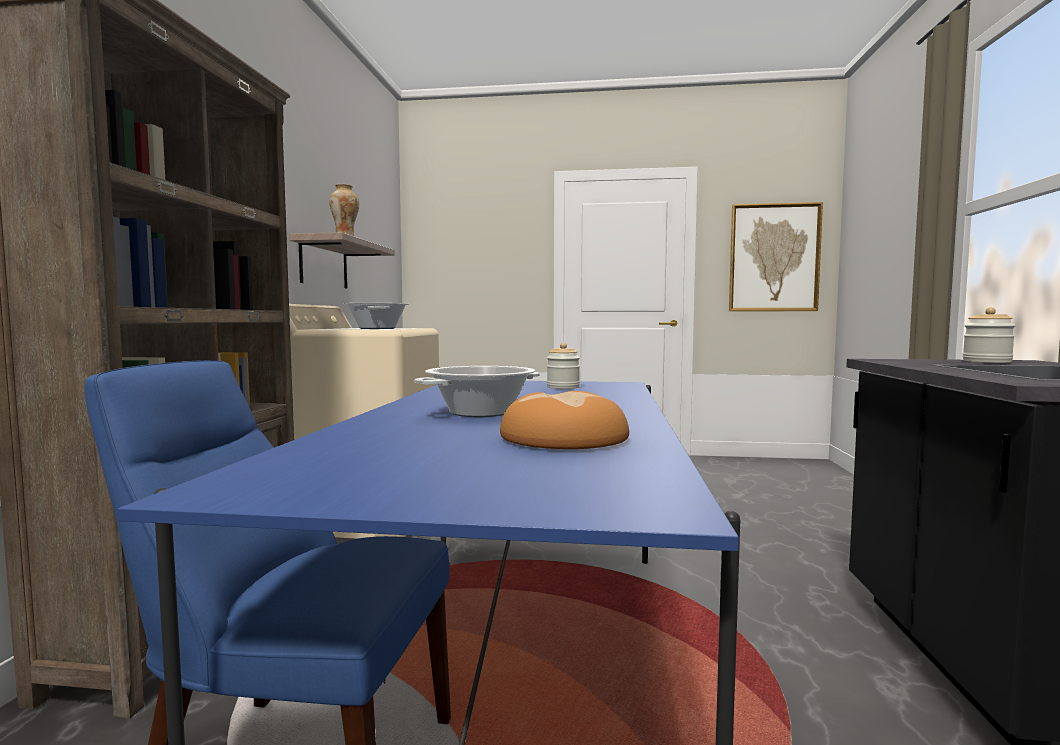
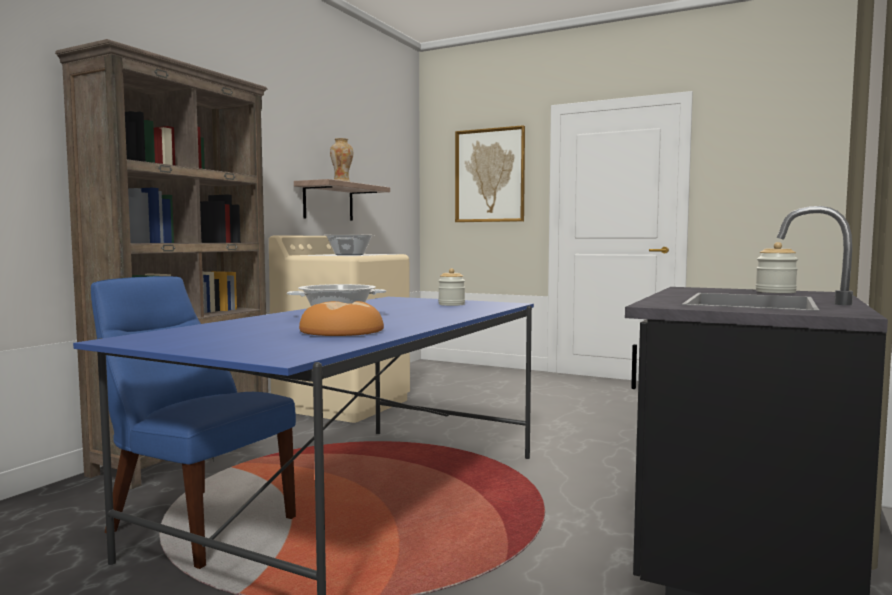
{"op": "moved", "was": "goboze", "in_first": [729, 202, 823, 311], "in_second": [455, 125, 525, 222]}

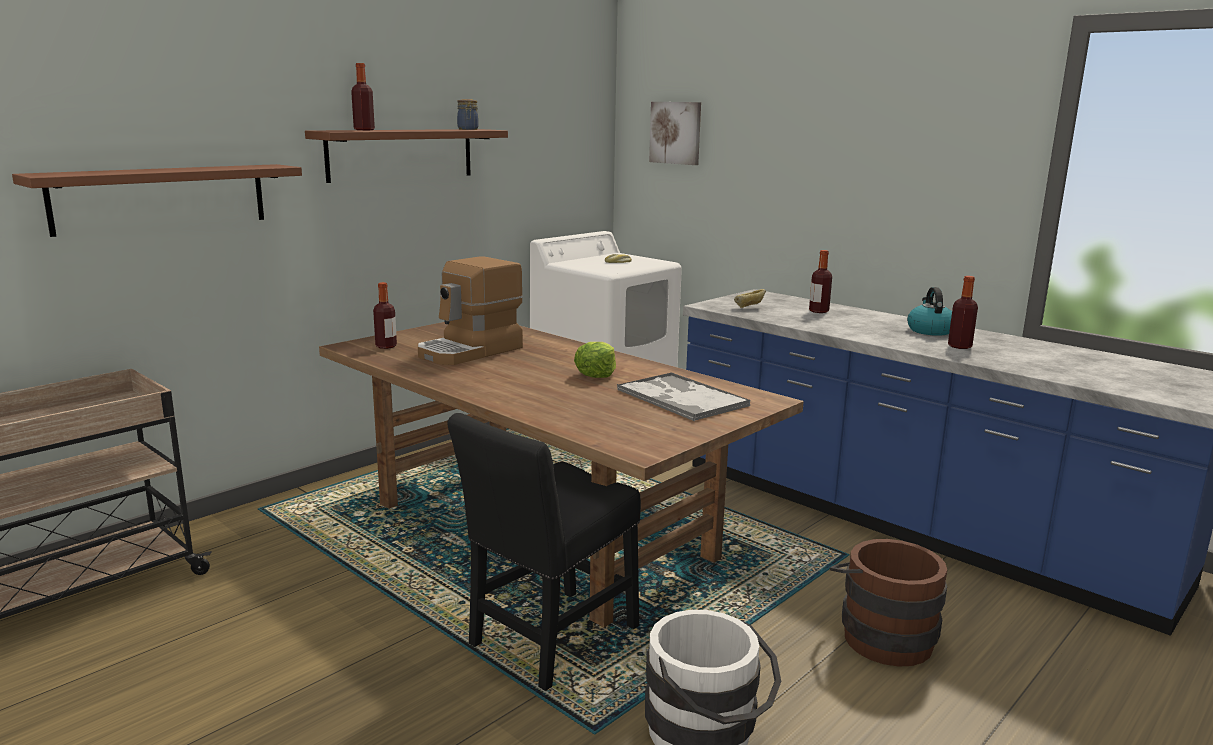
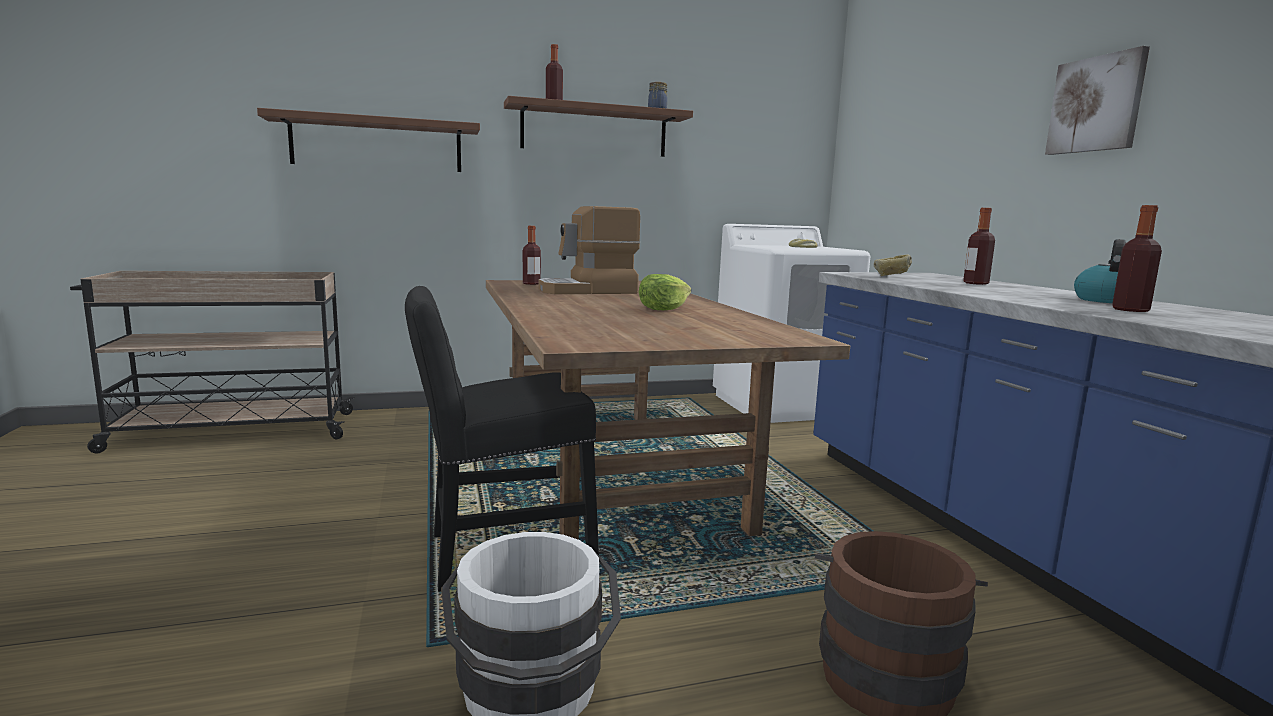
{"op": "removed", "was": "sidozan", "in_first": [617, 372, 750, 421]}
{"op": "moved", "was": "goboze", "in_first": [649, 102, 701, 165], "in_second": [1045, 46, 1150, 155]}

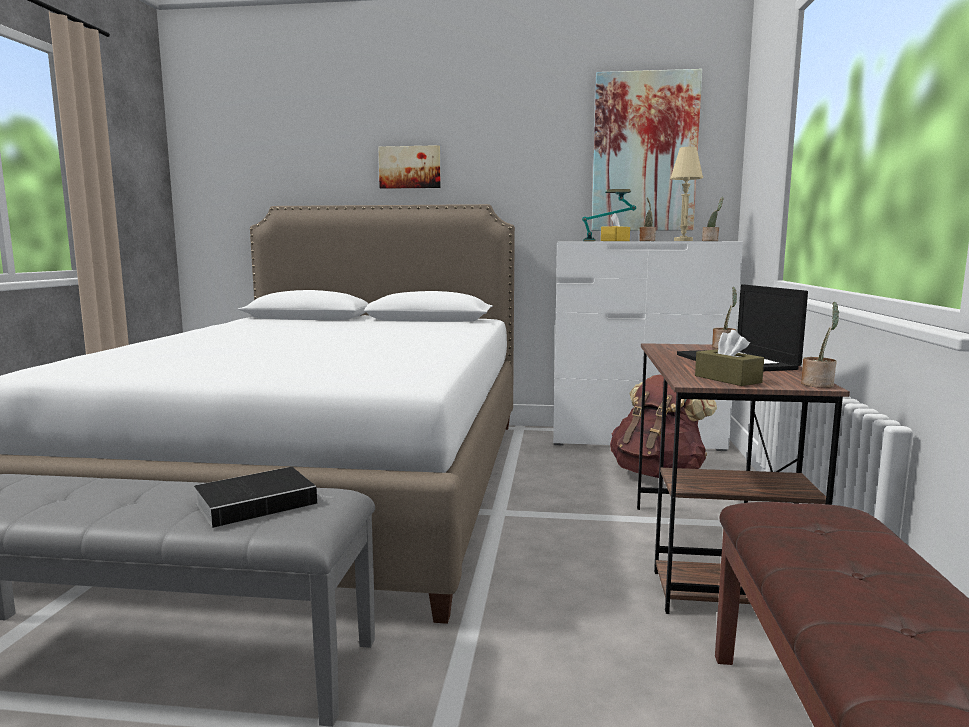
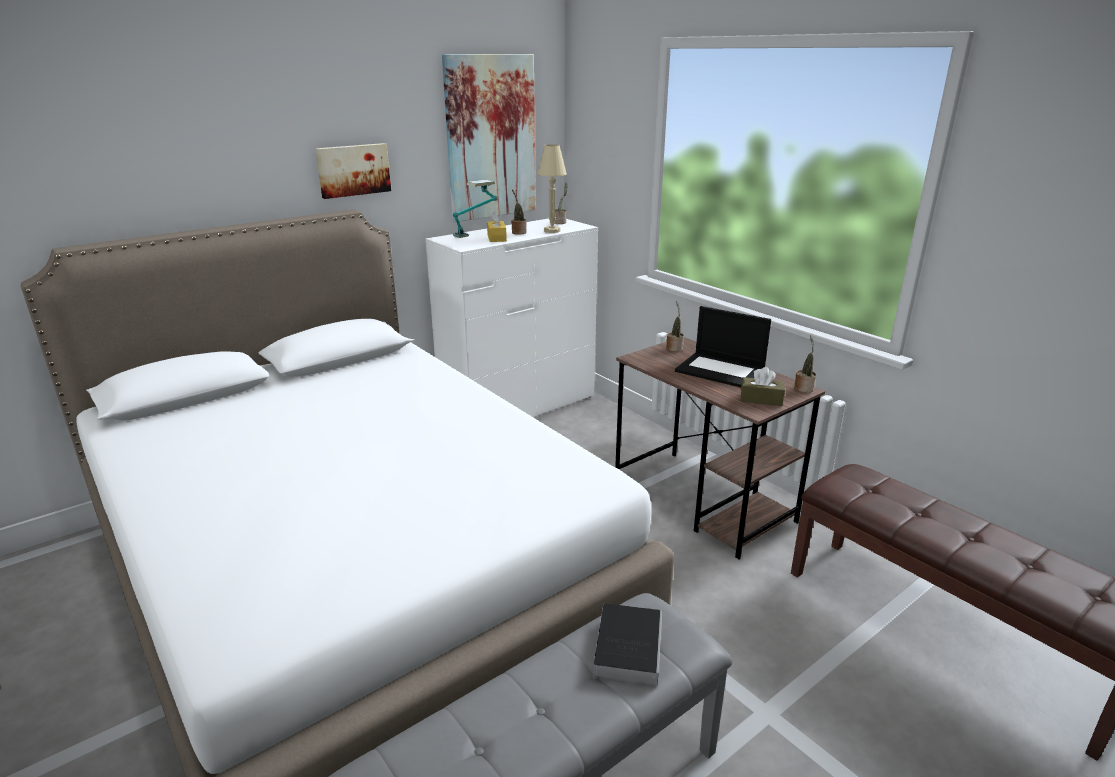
{"op": "removed", "was": "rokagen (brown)", "in_first": [610, 375, 717, 478]}
{"op": "moved", "was": "goboze", "in_first": [378, 145, 441, 189], "in_second": [315, 143, 391, 199]}

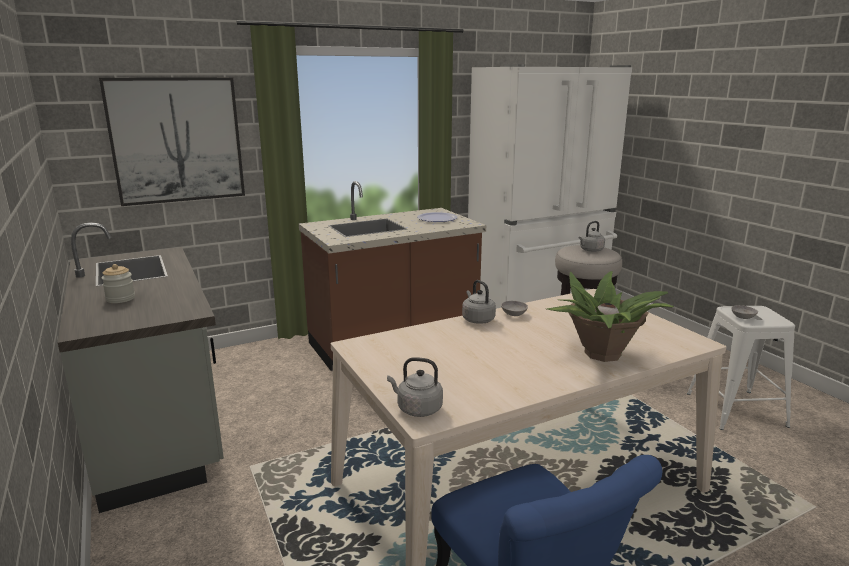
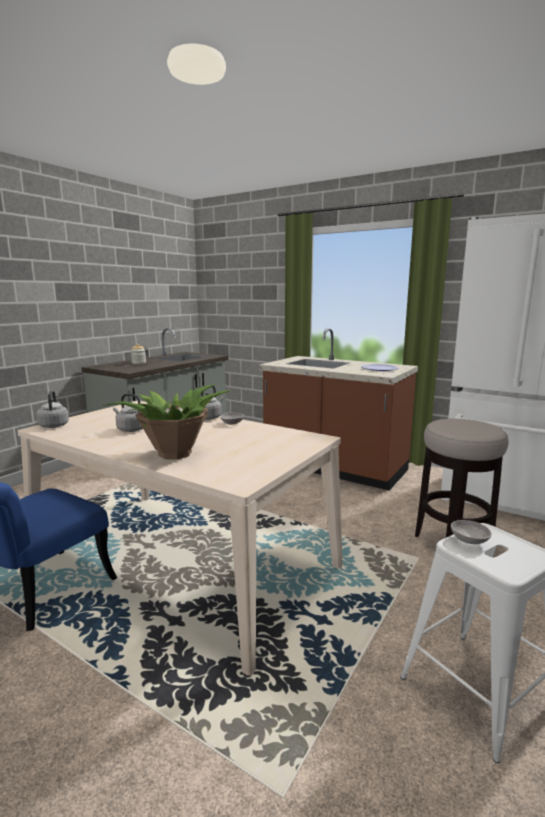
{"op": "removed", "was": "goboze", "in_first": [99, 77, 245, 206]}
{"op": "moved", "was": "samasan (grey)", "in_first": [579, 221, 605, 252], "in_second": [113, 394, 143, 432]}

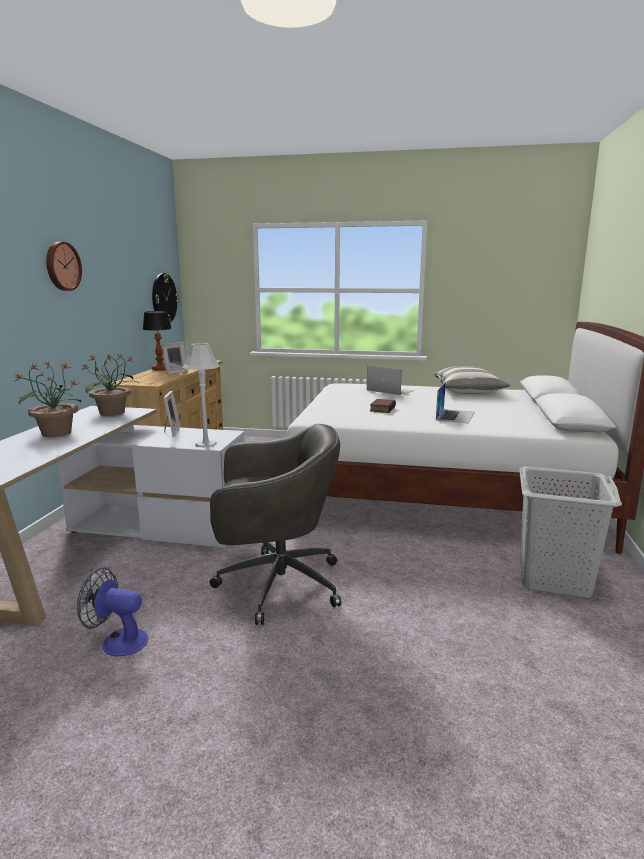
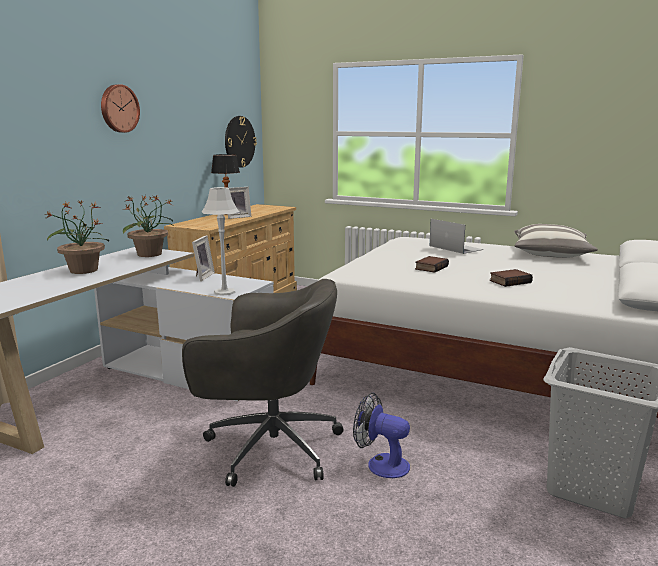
{"op": "moved", "was": "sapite", "in_first": [77, 567, 148, 656], "in_second": [353, 393, 410, 478]}
{"op": "replaced", "was": "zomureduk", "now": "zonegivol", "in_first": [436, 382, 474, 423], "in_second": [489, 269, 533, 287]}

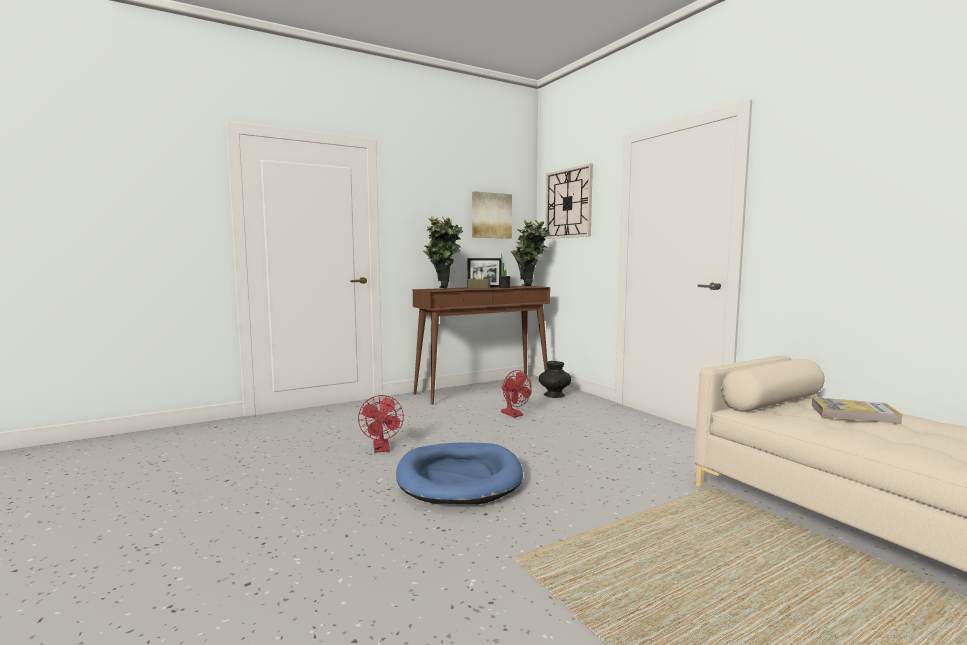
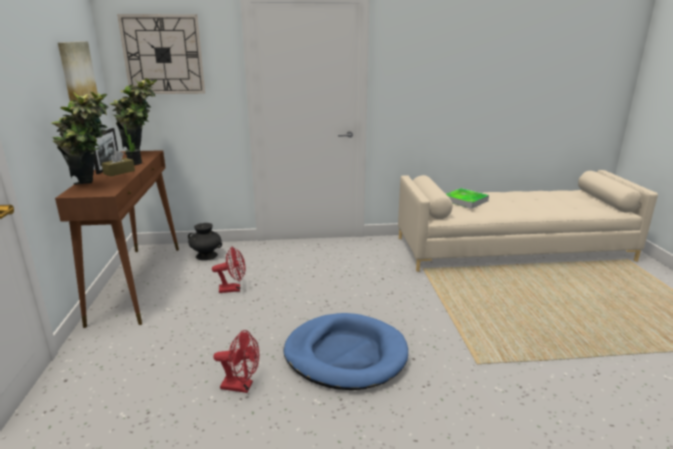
{"op": "replaced", "was": "zonegivol", "now": "sidozan", "in_first": [812, 397, 902, 424], "in_second": [446, 188, 489, 209]}

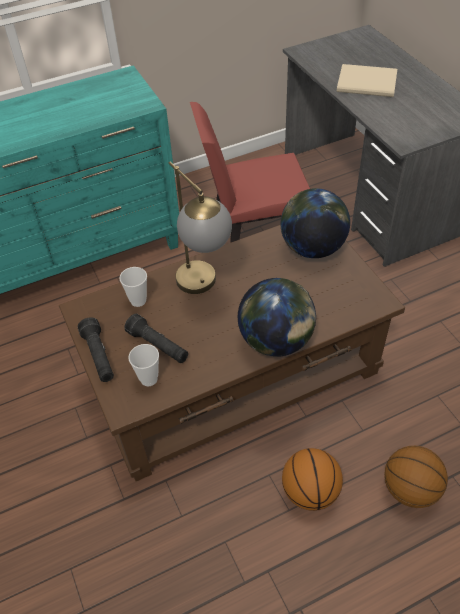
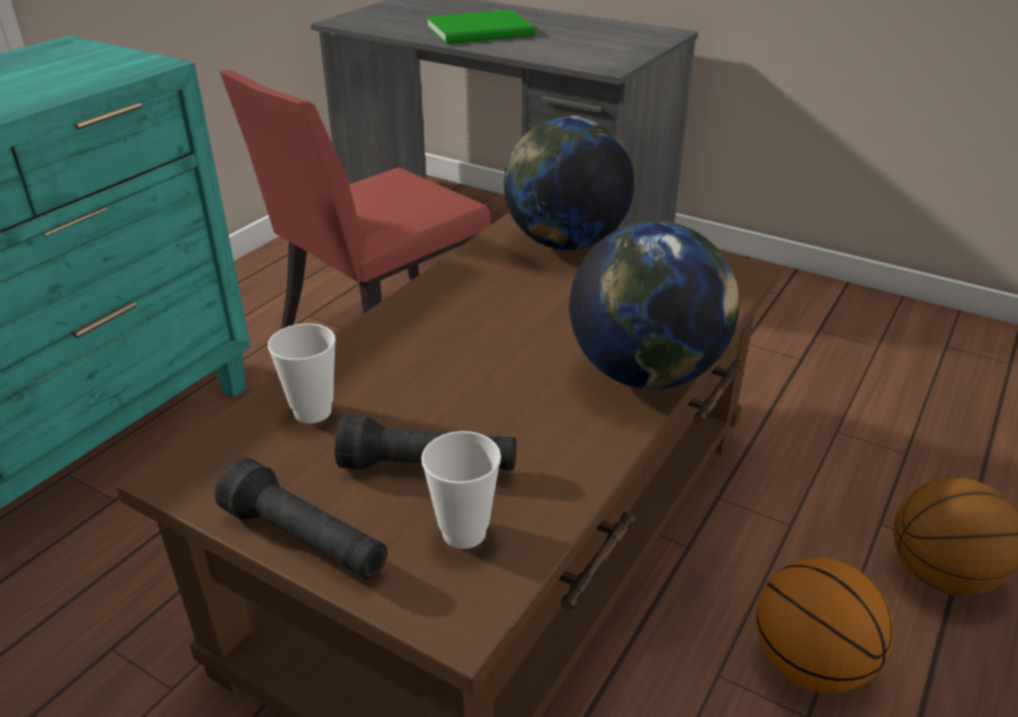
{"op": "removed", "was": "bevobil", "in_first": [168, 162, 232, 294]}
{"op": "recoloured", "was": "zonegivol (beige)", "now": "zonegivol (green)", "in_first": [337, 64, 397, 97], "in_second": [426, 9, 535, 44]}

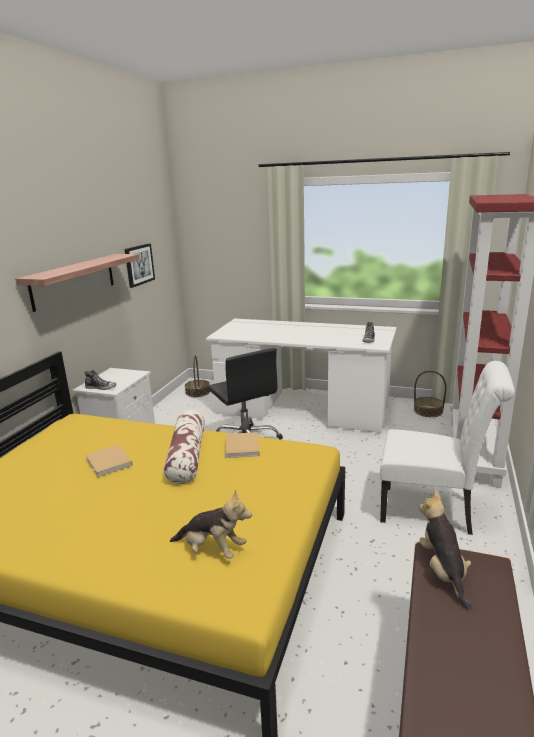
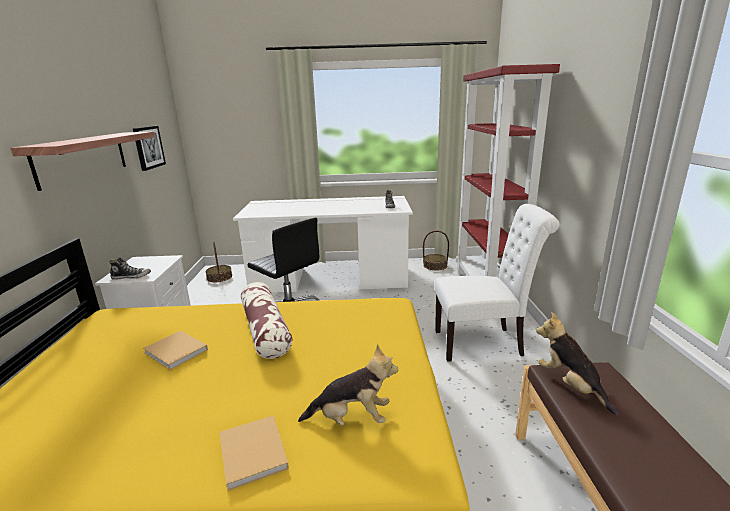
{"op": "moved", "was": "zonegivol (beige)", "in_first": [225, 432, 260, 458], "in_second": [219, 416, 289, 491]}

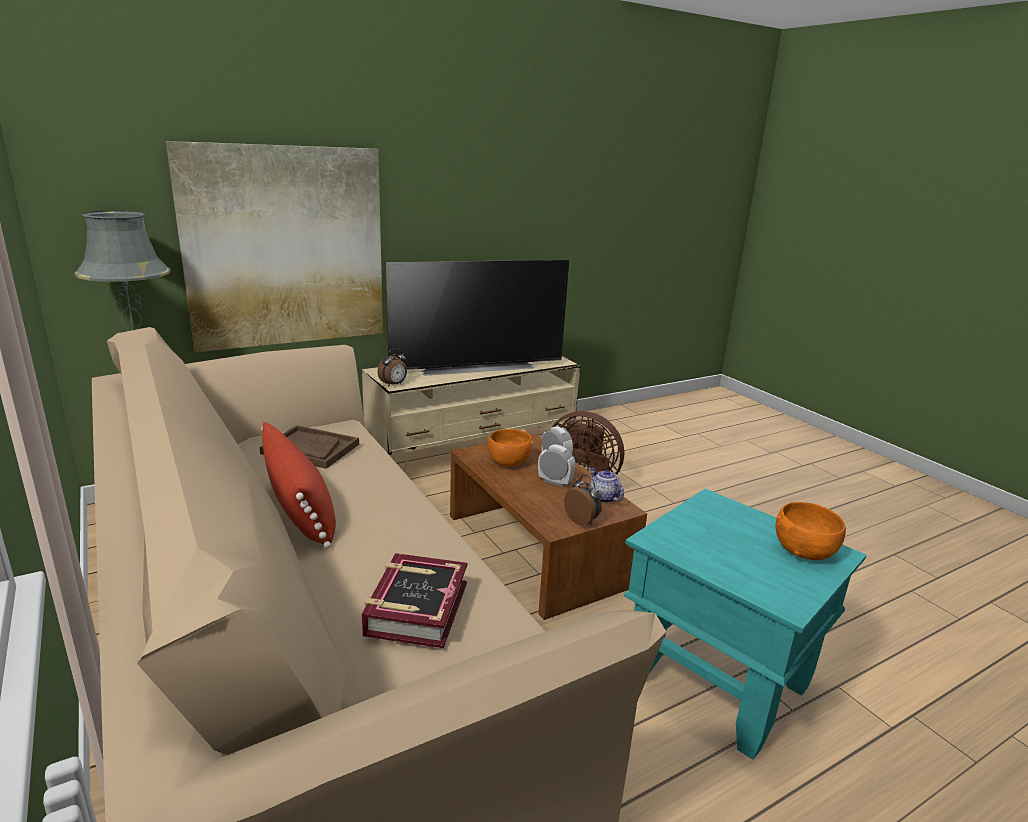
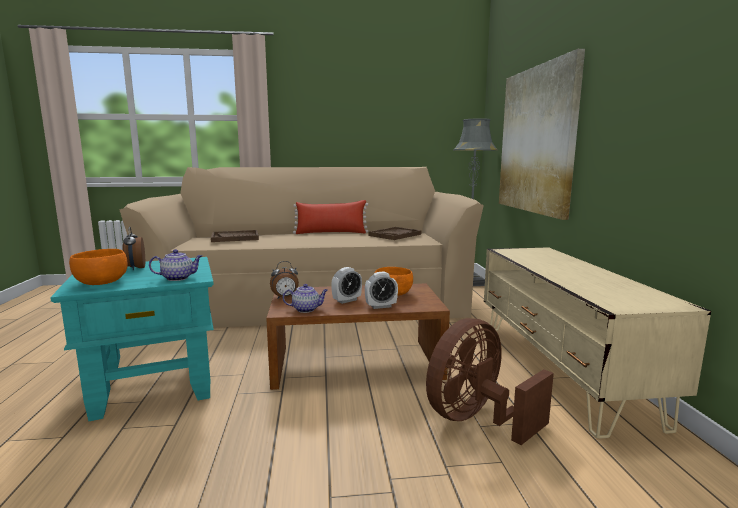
{"op": "removed", "was": "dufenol", "in_first": [386, 260, 569, 376]}
{"op": "added", "now": "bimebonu", "in_second": [149, 249, 202, 281]}
{"op": "moved", "was": "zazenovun", "in_first": [377, 348, 407, 387], "in_second": [122, 227, 145, 270]}
{"op": "replaced", "was": "zonegivol", "now": "sidozan (brown)", "in_first": [362, 553, 467, 648], "in_second": [211, 230, 259, 242]}

